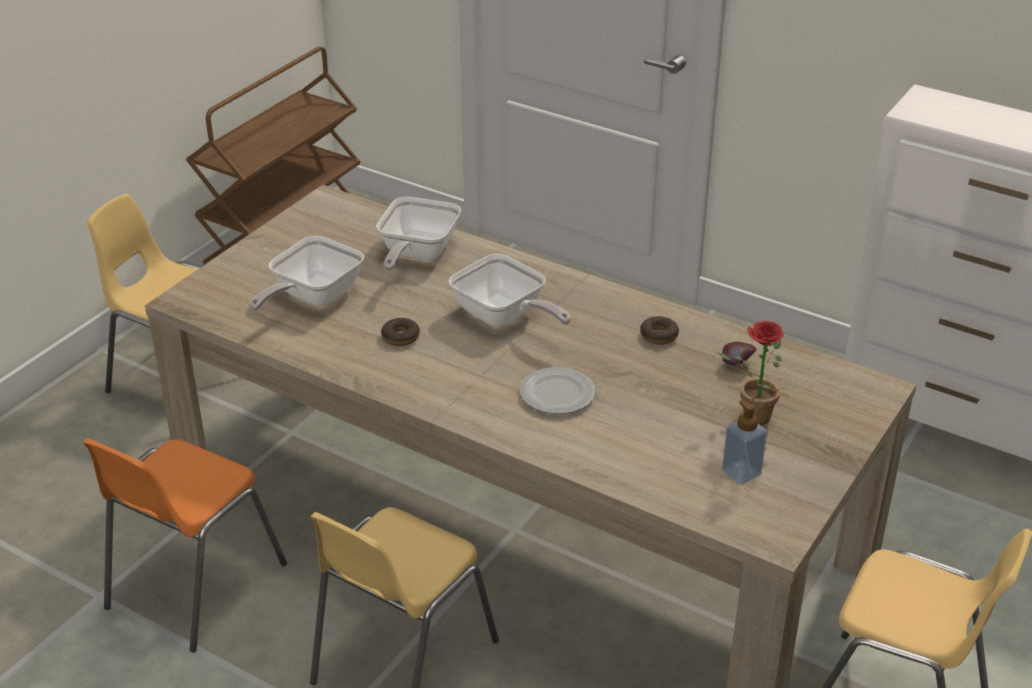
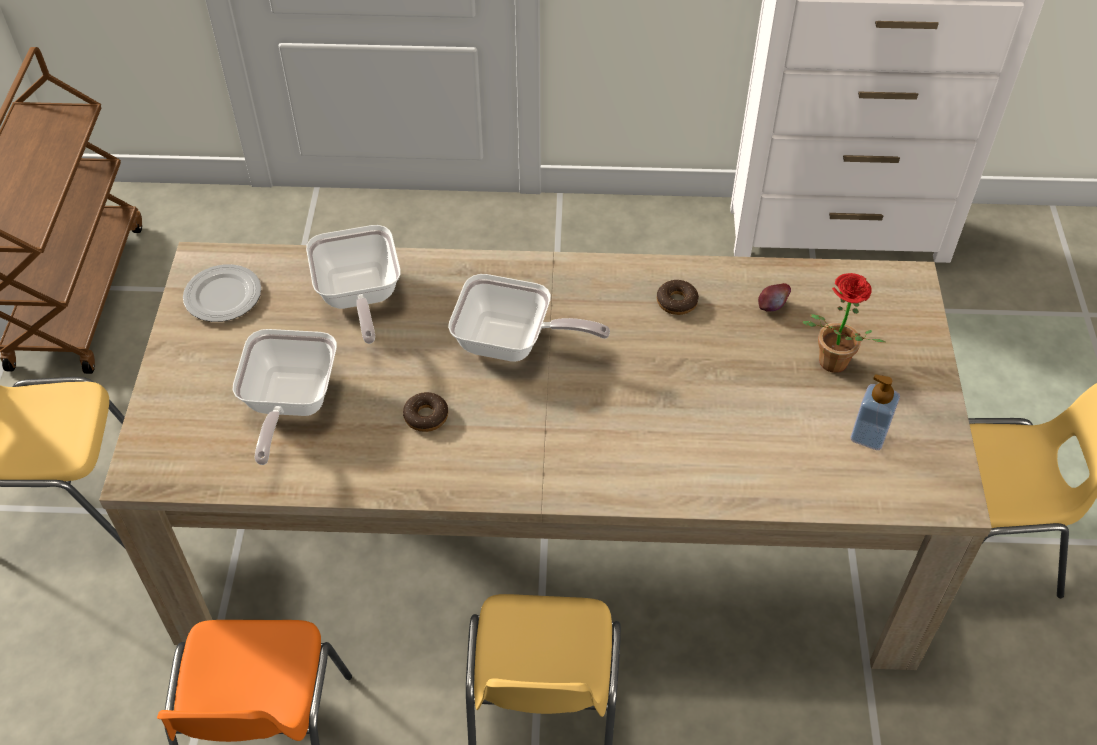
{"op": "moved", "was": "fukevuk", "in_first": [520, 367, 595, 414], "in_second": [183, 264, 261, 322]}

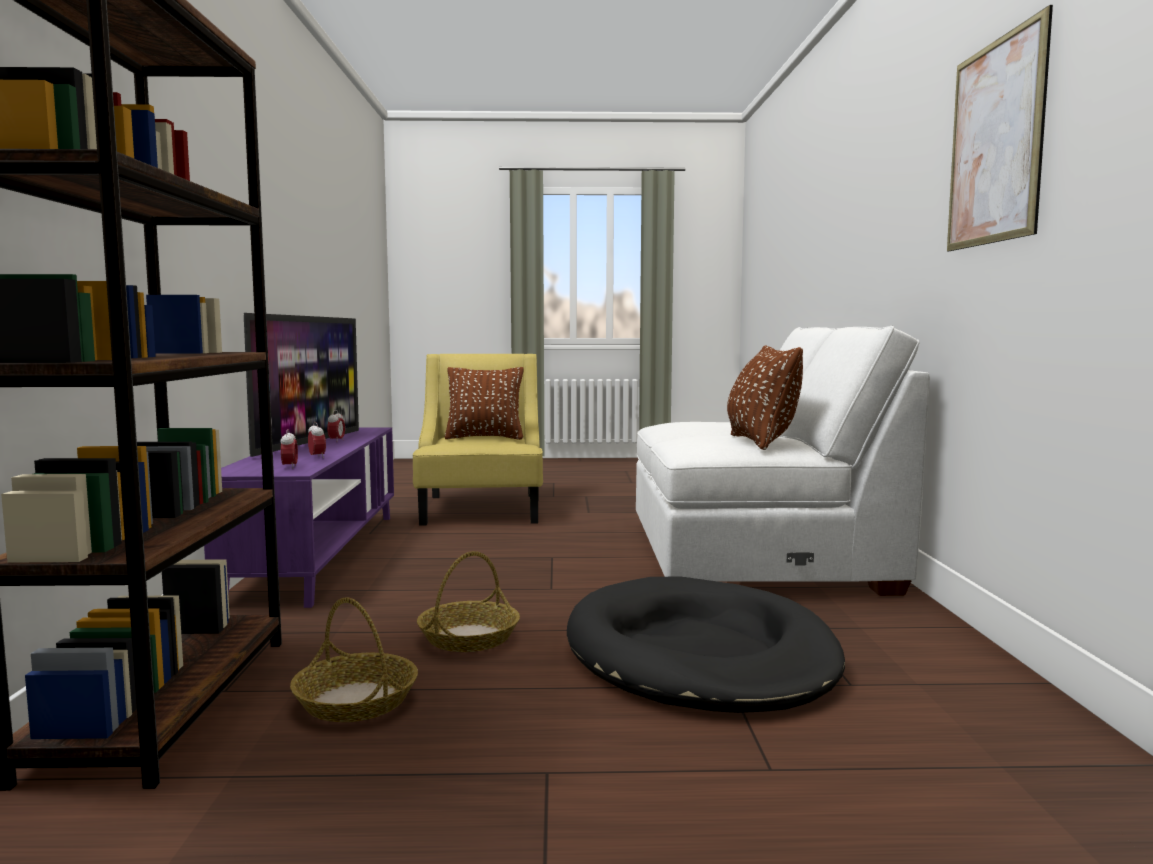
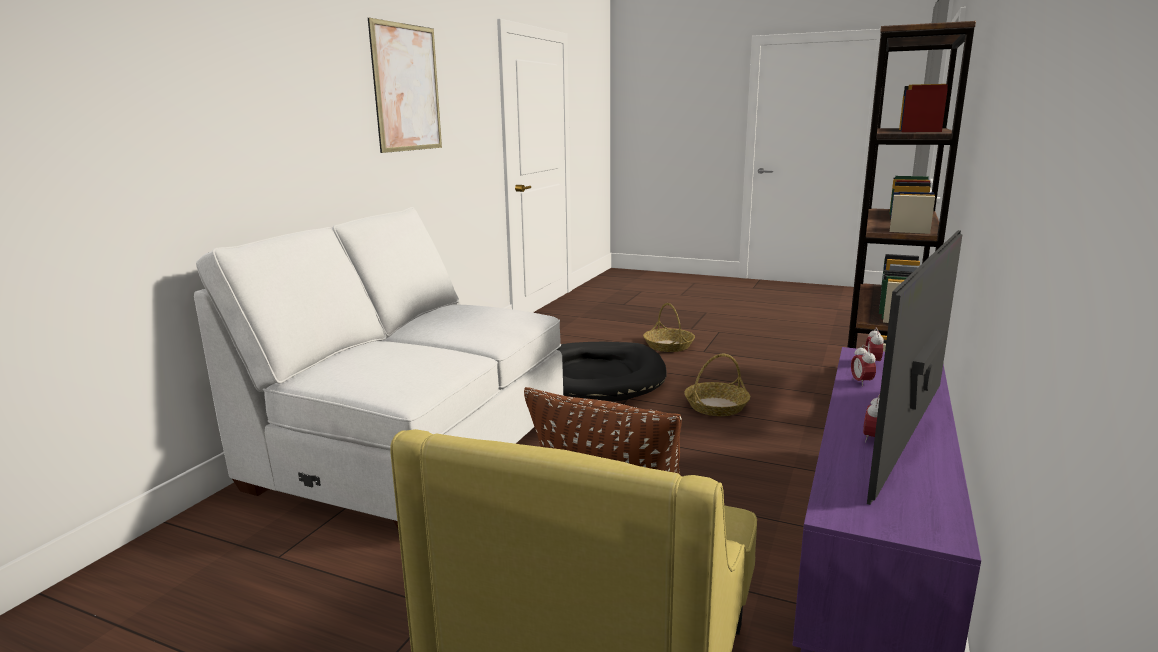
{"op": "removed", "was": "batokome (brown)", "in_first": [727, 346, 803, 450]}
{"op": "moved", "was": "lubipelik", "in_first": [290, 597, 418, 722], "in_second": [643, 303, 695, 352]}

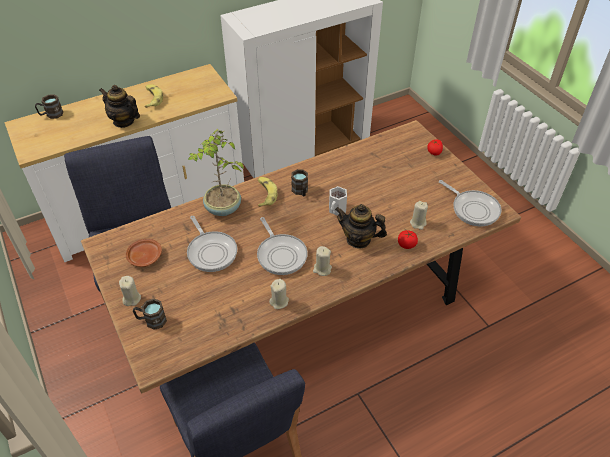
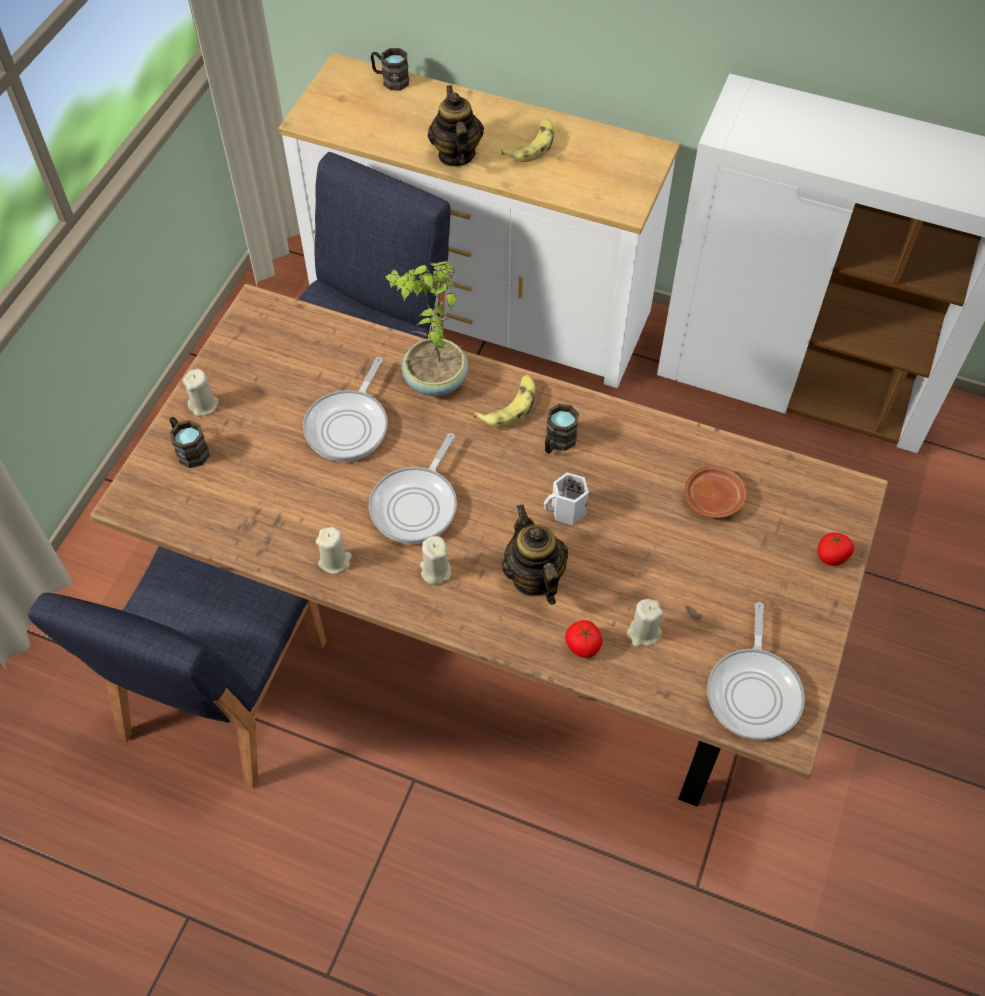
{"op": "moved", "was": "fukevuk (brown)", "in_first": [126, 239, 162, 267], "in_second": [684, 466, 747, 519]}

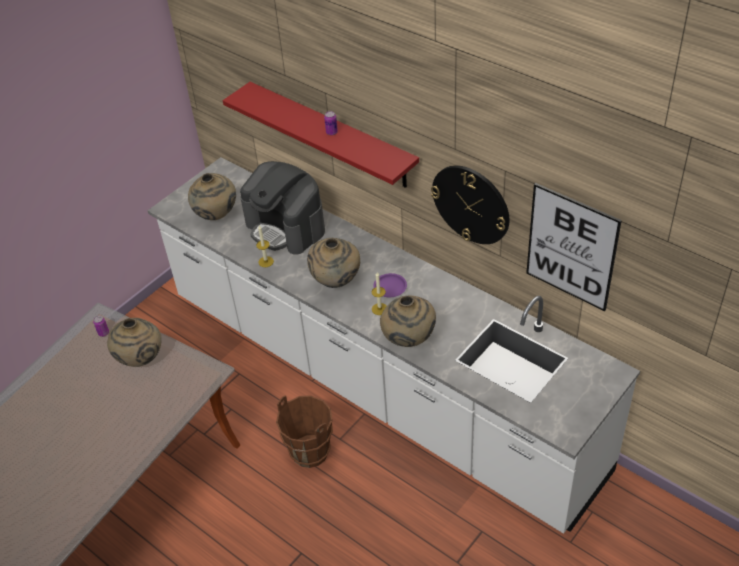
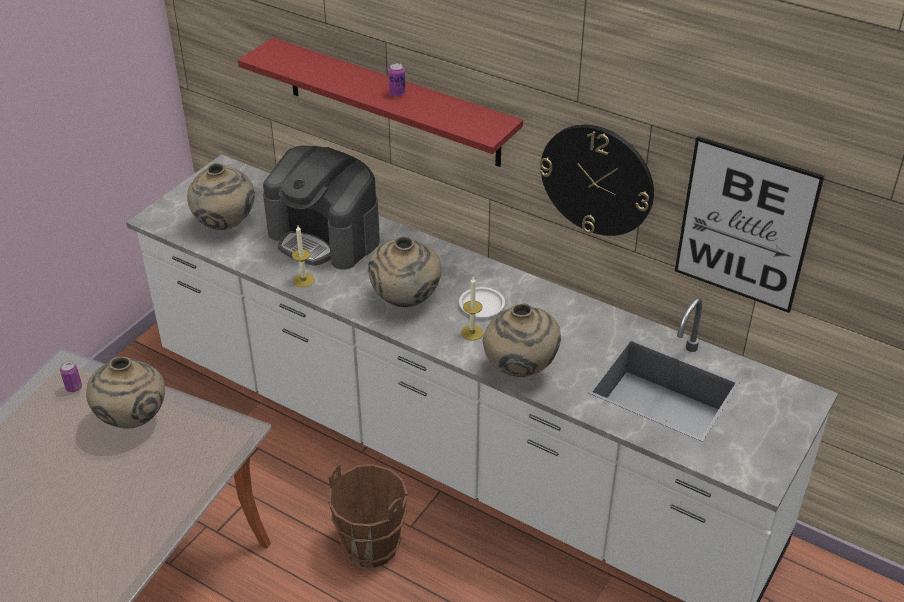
{"op": "recoloured", "was": "fukevuk (purple)", "now": "fukevuk (white)", "in_first": [374, 273, 407, 297], "in_second": [459, 287, 505, 317]}

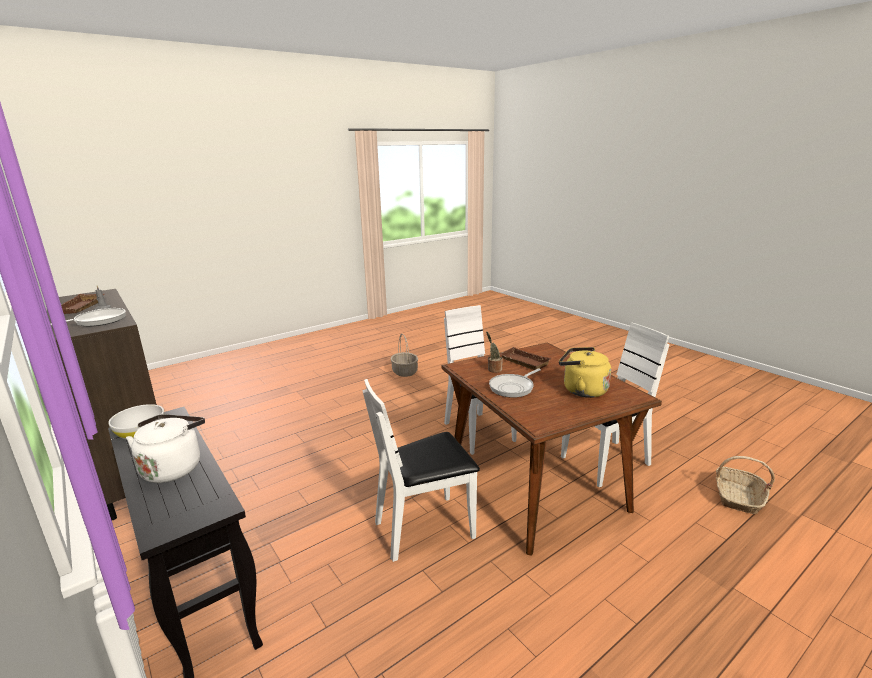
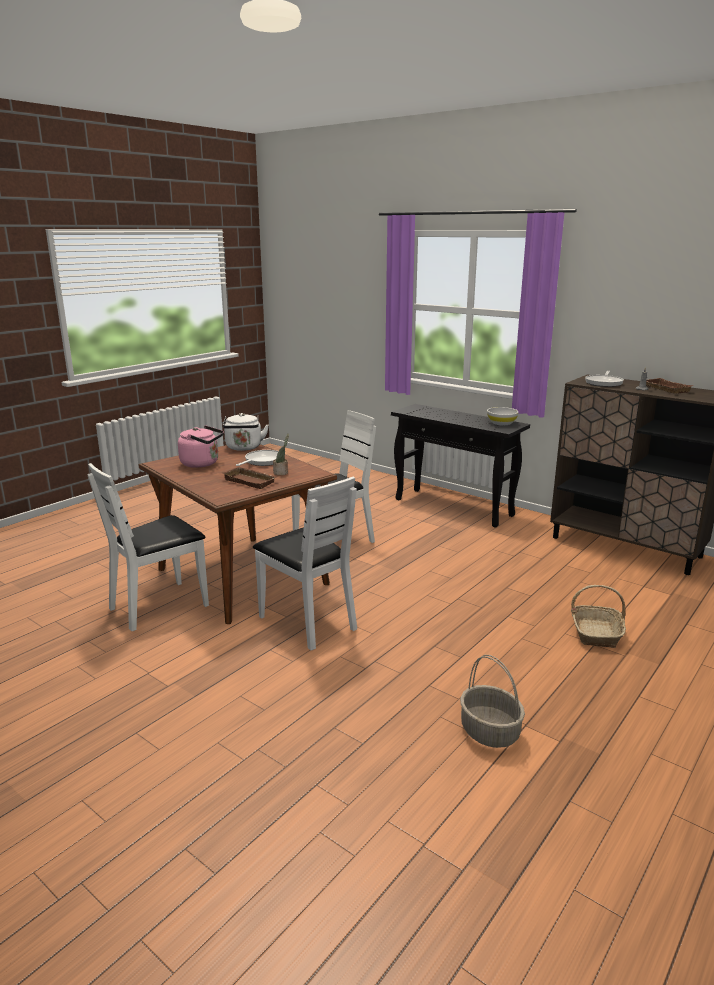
{"op": "moved", "was": "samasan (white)", "in_first": [126, 414, 205, 483], "in_second": [223, 413, 269, 451]}
{"op": "moved", "was": "lubipelik", "in_first": [716, 456, 775, 514], "in_second": [571, 585, 626, 648]}
{"op": "recoloured", "was": "samasan (yellow)", "now": "samasan (pink)", "in_first": [559, 347, 611, 398], "in_second": [178, 425, 224, 468]}

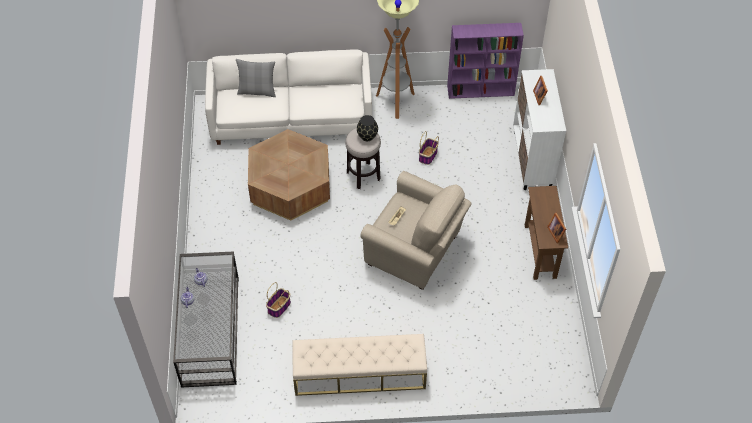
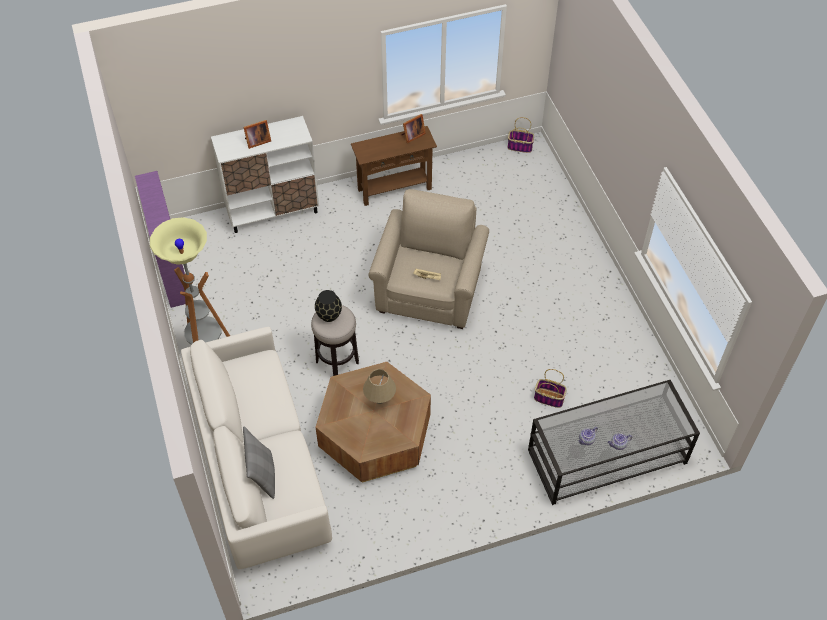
{"op": "removed", "was": "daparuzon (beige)", "in_first": [292, 334, 427, 396]}
{"op": "added", "now": "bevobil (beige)", "in_second": [363, 369, 396, 404]}
{"op": "moved", "was": "lubipelik", "in_first": [419, 131, 439, 165], "in_second": [507, 117, 534, 153]}

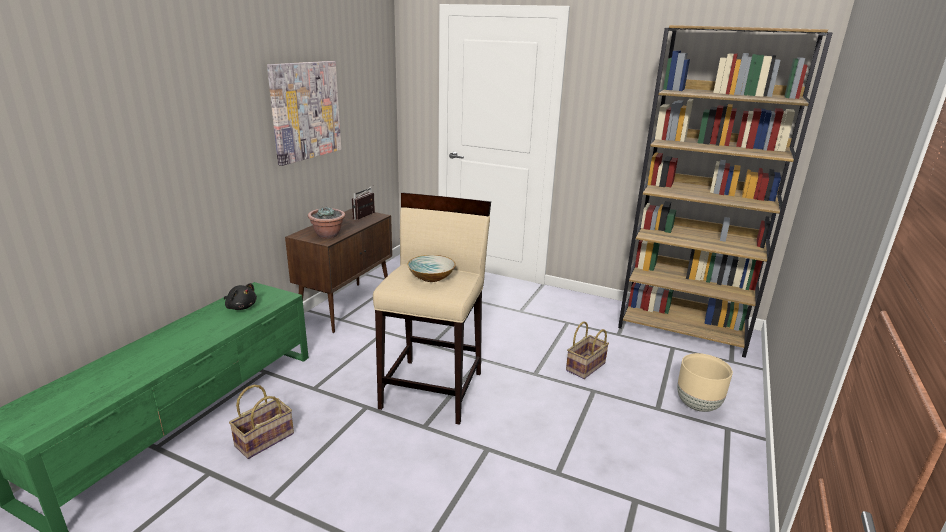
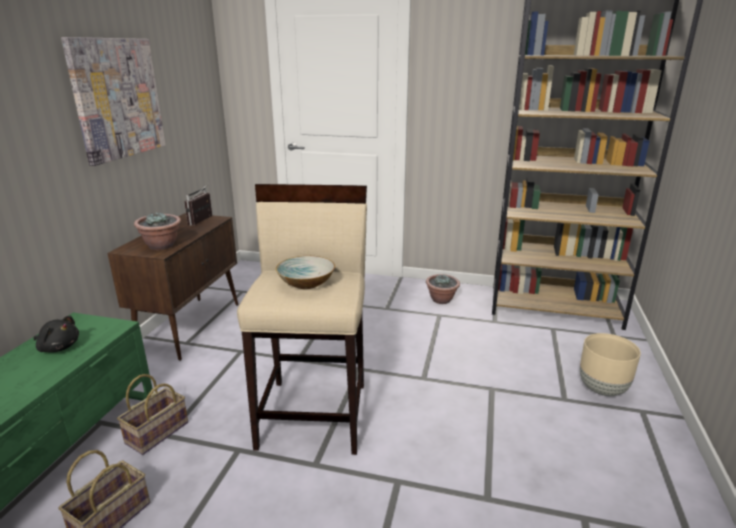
{"op": "added", "now": "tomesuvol", "in_second": [426, 274, 460, 304]}
{"op": "moved", "was": "lubipelik", "in_first": [566, 322, 609, 379], "in_second": [117, 374, 188, 455]}

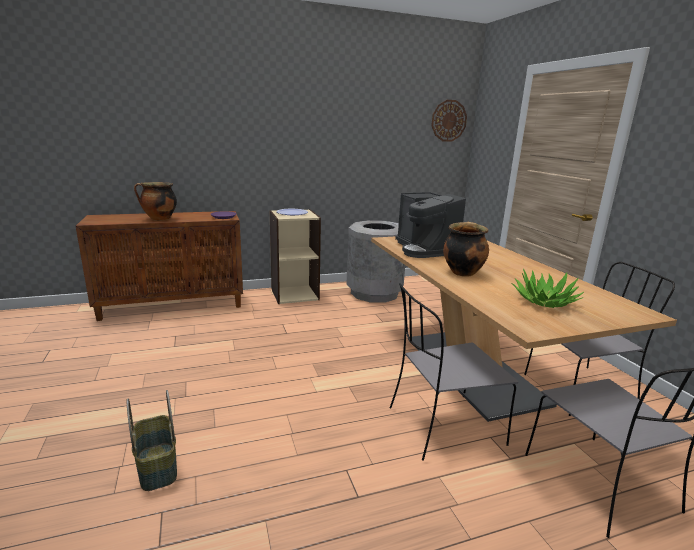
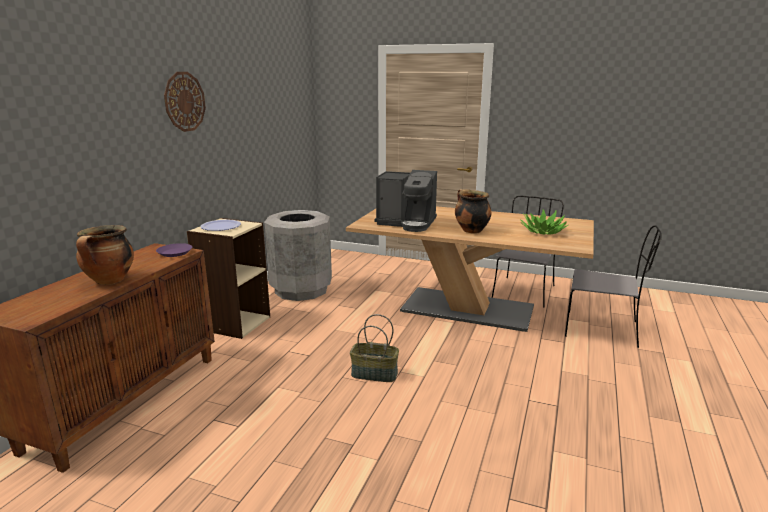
{"op": "removed", "was": "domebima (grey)", "in_first": [390, 283, 519, 461]}
{"op": "moved", "was": "lubipelik", "in_first": [127, 390, 177, 491], "in_second": [350, 314, 399, 382]}
{"op": "moved", "was": "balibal", "in_first": [431, 100, 467, 142], "in_second": [164, 72, 206, 132]}

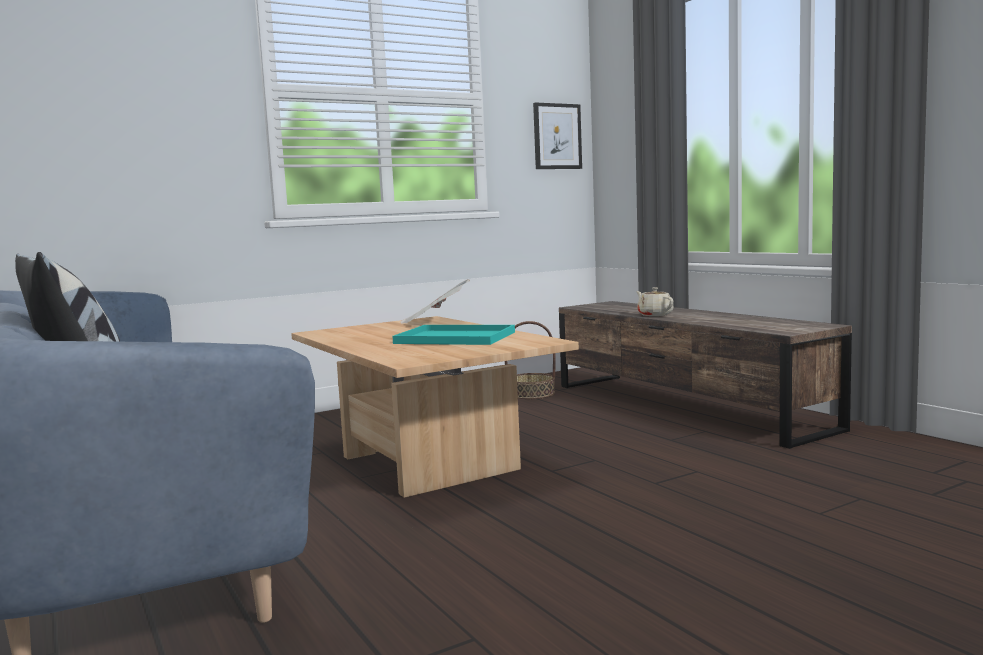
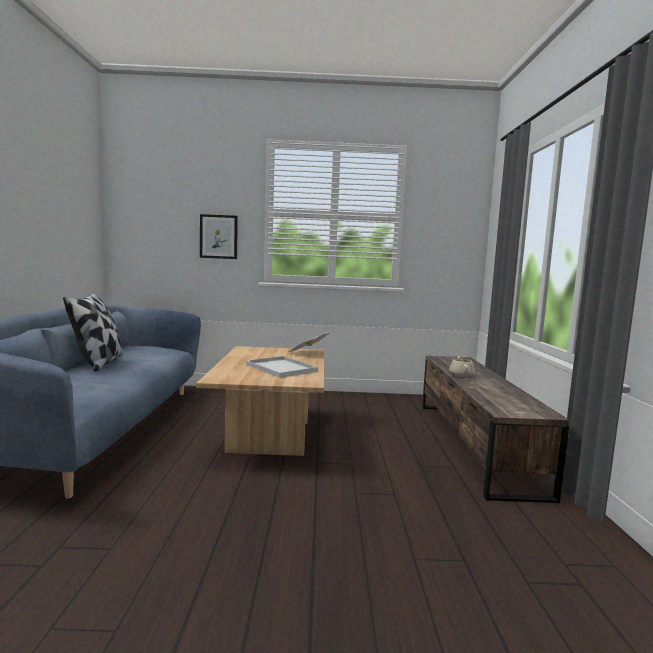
{"op": "removed", "was": "lubipelik", "in_first": [505, 321, 556, 399]}
{"op": "moved", "was": "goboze", "in_first": [533, 102, 582, 169], "in_second": [200, 214, 238, 259]}
{"op": "recoloured", "was": "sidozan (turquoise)", "now": "sidozan (white)", "in_first": [392, 325, 515, 345], "in_second": [246, 356, 318, 378]}

